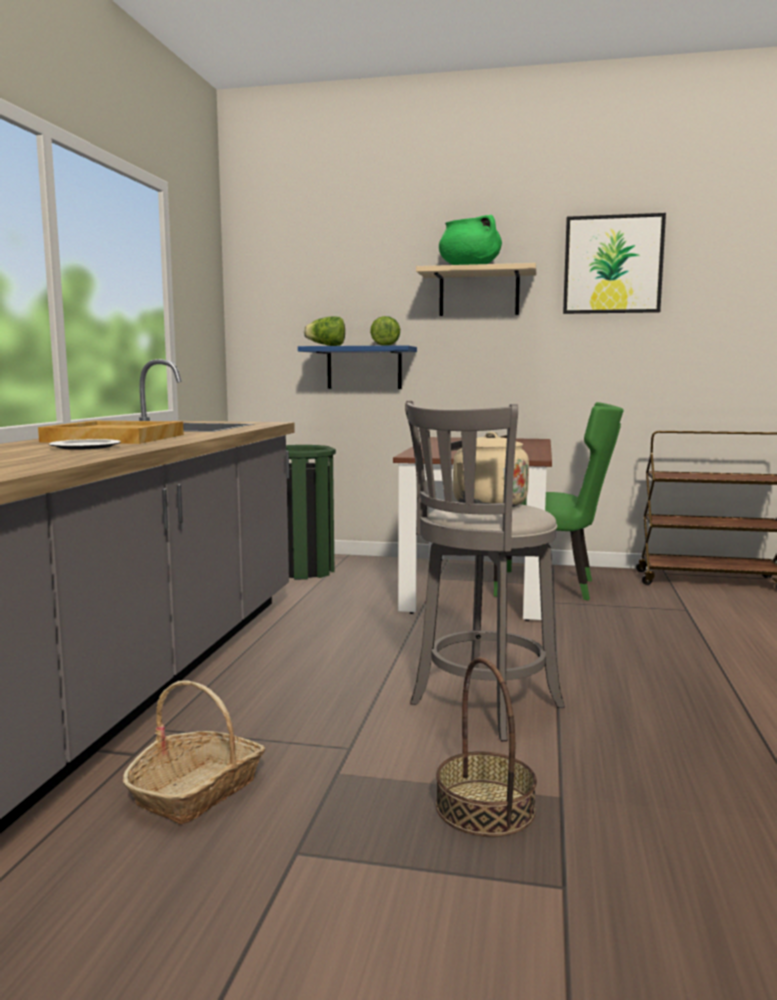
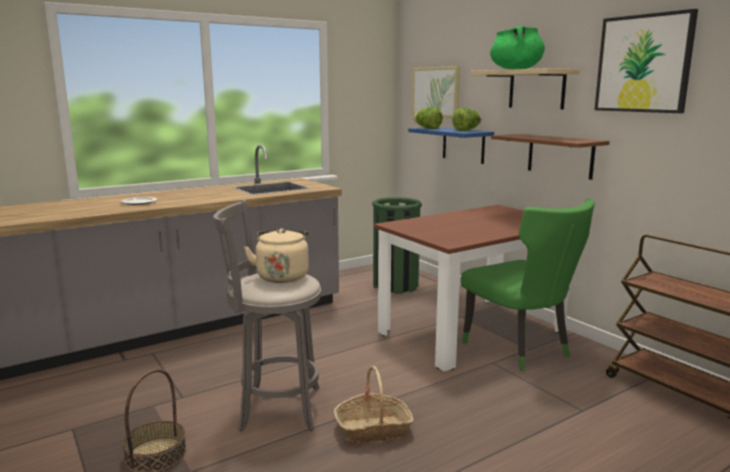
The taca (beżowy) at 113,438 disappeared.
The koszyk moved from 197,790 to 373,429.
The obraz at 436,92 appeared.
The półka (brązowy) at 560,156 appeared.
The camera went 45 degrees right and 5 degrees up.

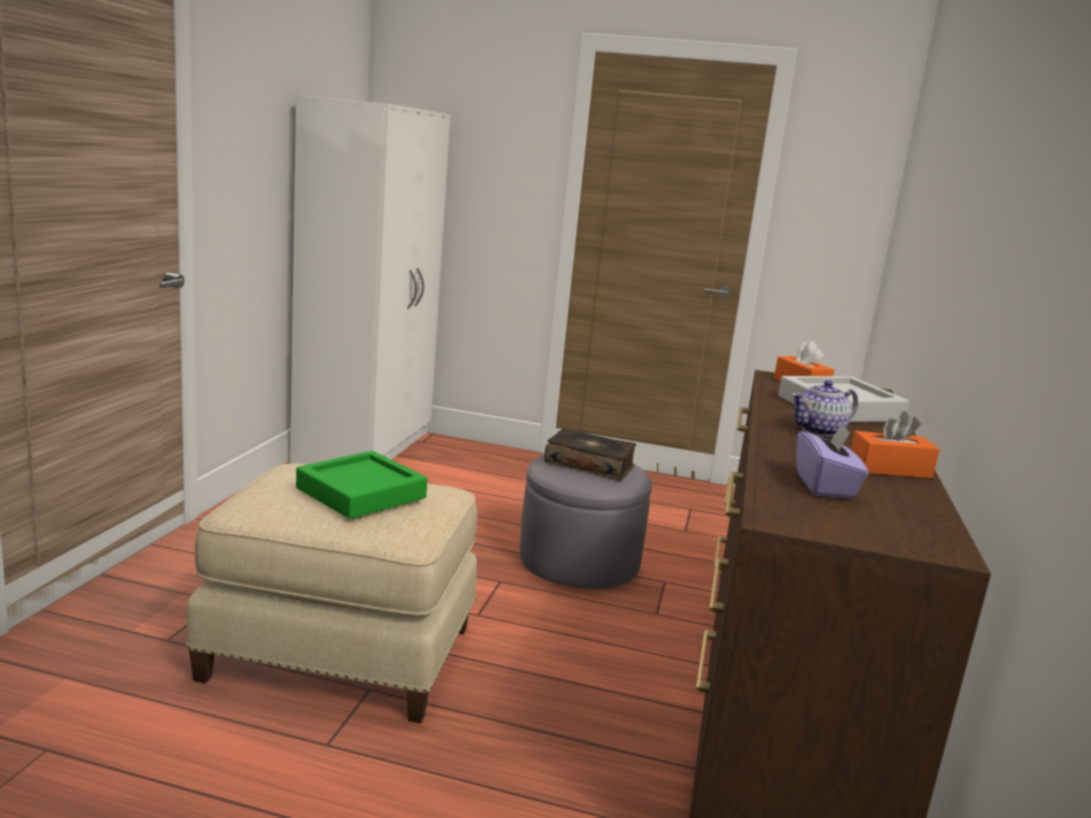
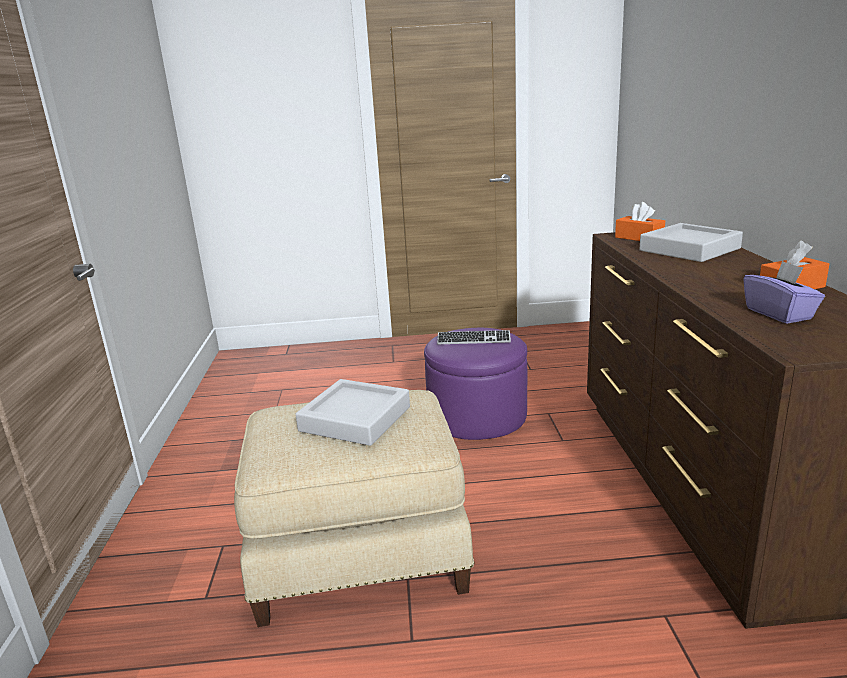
The szafa (biały) at 366,448 disappeared.
The imbryk at 820,431 disappeared.
The książka at 589,465 was replaced by the klawiatura at 473,339.
The taca (zielony) at 361,493 became the taca (szary) at 355,419.
The pufa (szary) at 579,560 became the pufa (fioletowy) at 477,415.
The camera went 15 degrees left and 5 degrees up.

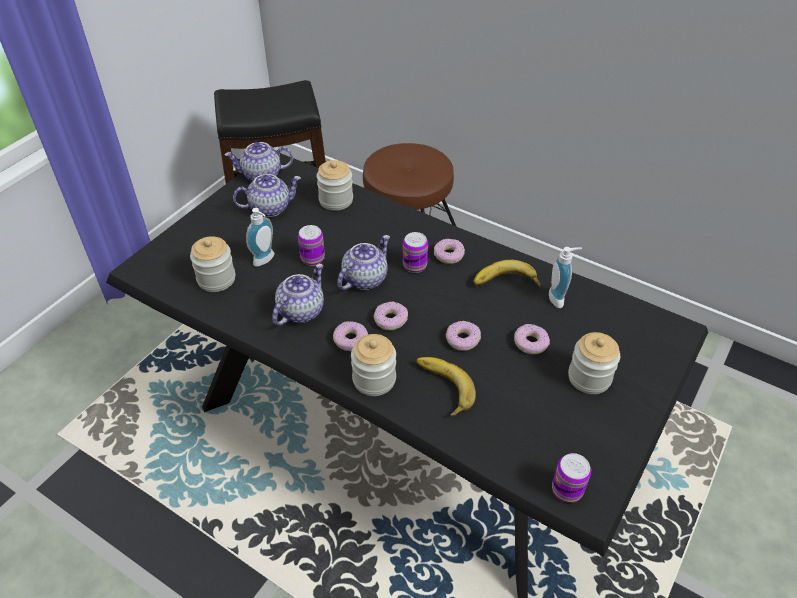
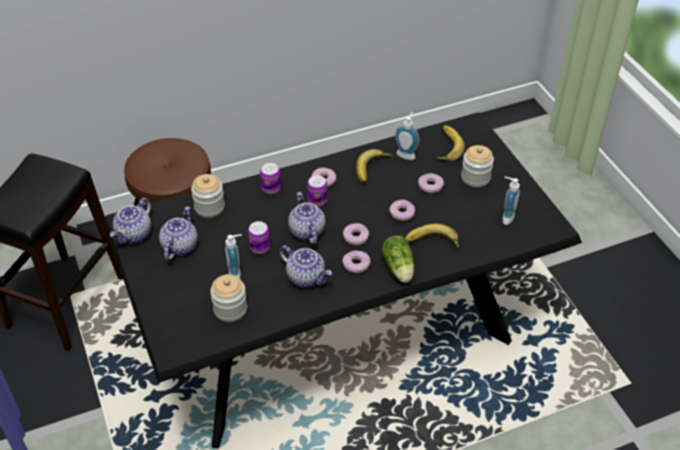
The imbryk at 300,311 turned 150 degrees clockwise.
The słoik at 374,379 was replaced by the sałata at 399,269.
The puszka moved from 567,490 to 271,189.
The banan at 446,146 appeared.
The dozownik mydła at 505,217 appeared.
The camera went 55 degrees left and 0 degrees up.

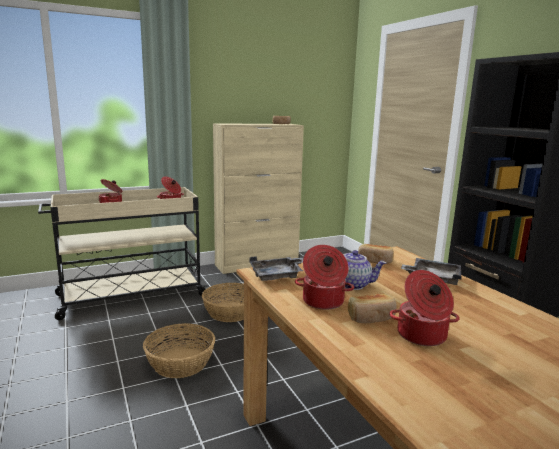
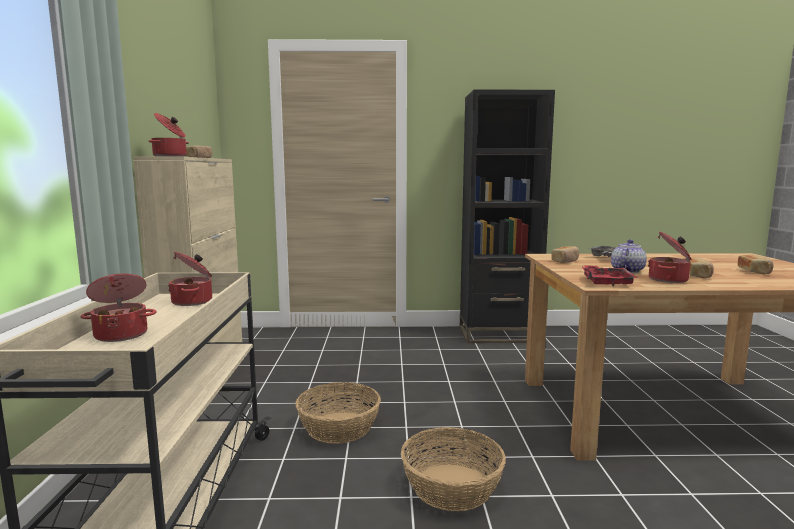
The taca (szary) at 277,276 became the taca (czerwony) at 606,282.
The garnek moved from 422,336 to 170,156.
The chleb at 755,271 appeared.
The camera went 65 degrees left and 5 degrees down.

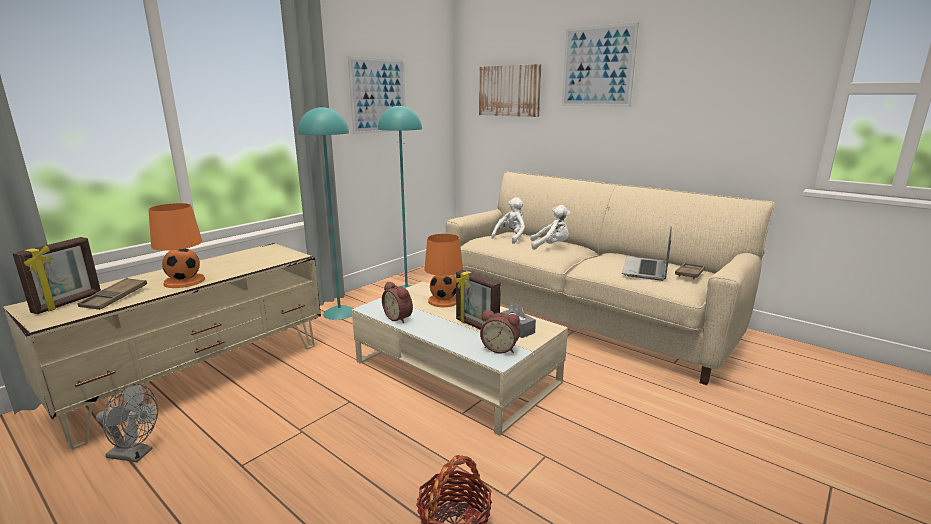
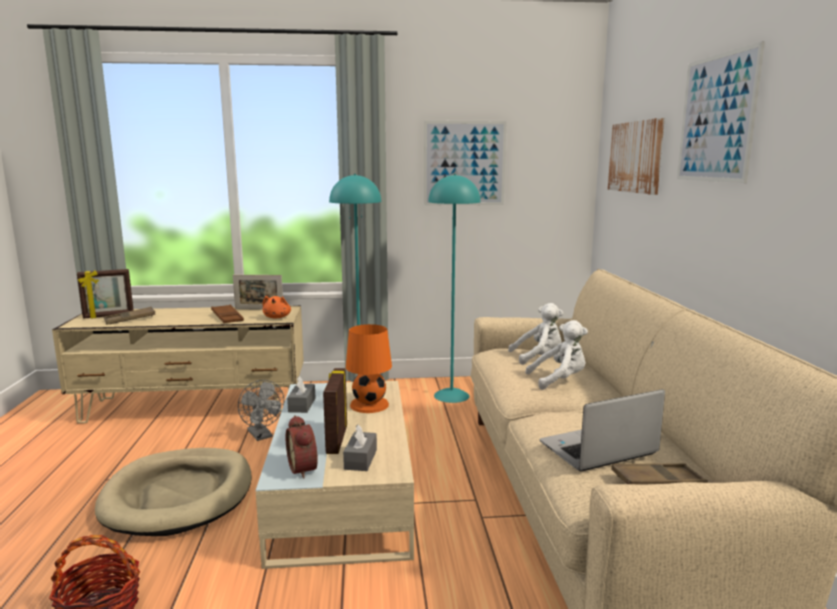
The lampa stołowa (pomarańczowy) at 184,281 disappeared.
The pluszak (biały) at 551,246 turned 60 degrees counterclockwise.
The budzik at 399,317 was replaced by the pudełko chusteczek (szary) at 302,405.
The wentylator (szary) moved from 136,454 to 262,436.
The ramka na zdjęcie at 259,309 appeared.
The pluszak (pomarańczowy) at 277,317 appeared.
The taca (brązowy) at 227,317 appeared.
The legowisko (beżowy) at 179,495 appeared.
The camera went 45 degrees right and 5 degrees down.

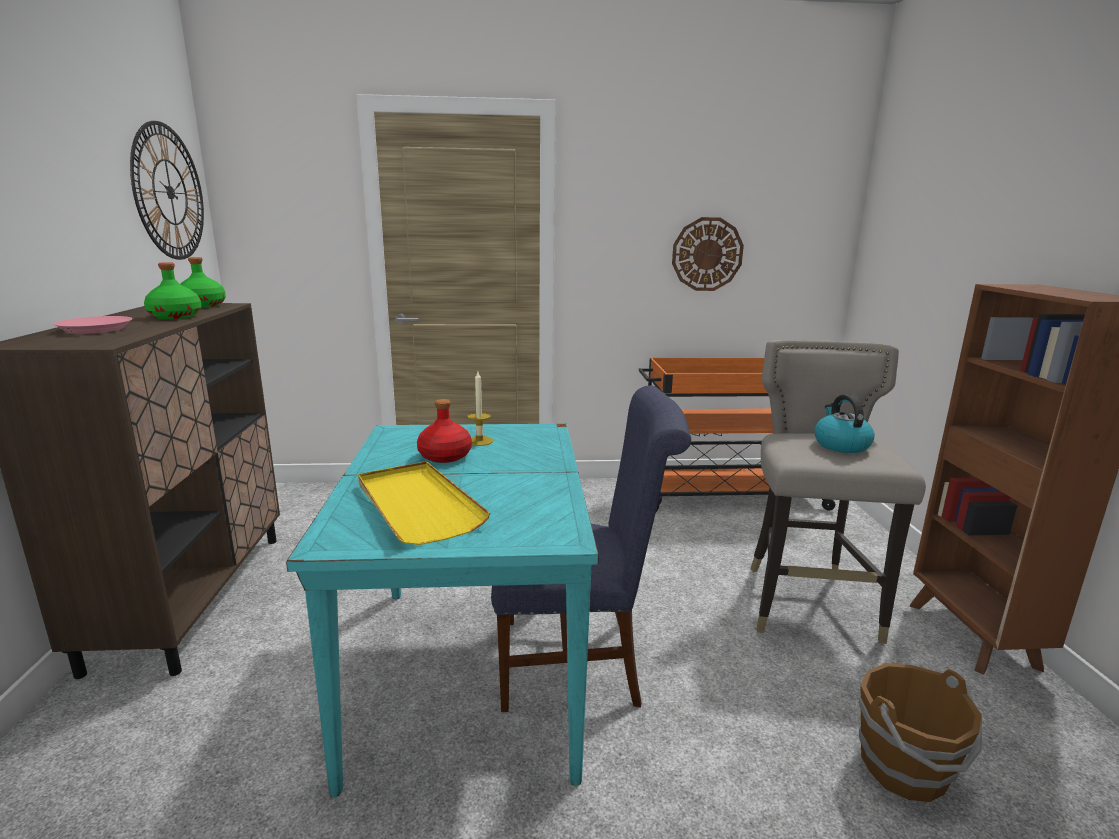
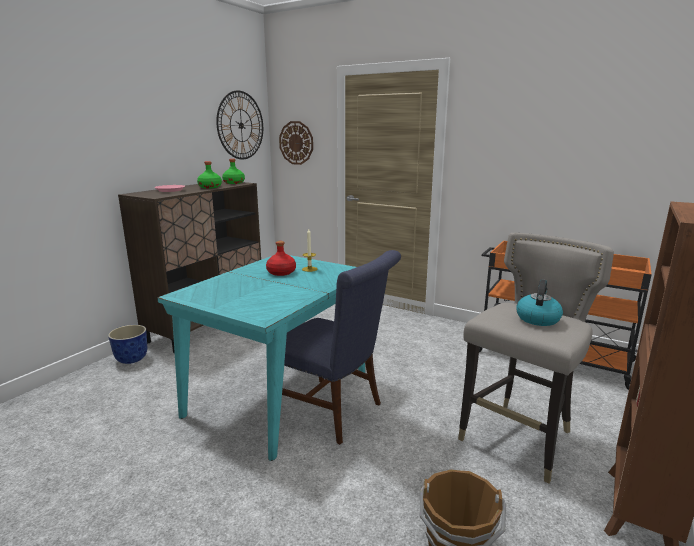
The zegar ścienny moved from 707,254 to 296,143.
The taca (żółty) at 417,505 disappeared.
The donica at 132,359 appeared.
The camera went 35 degrees right and 0 degrees up.

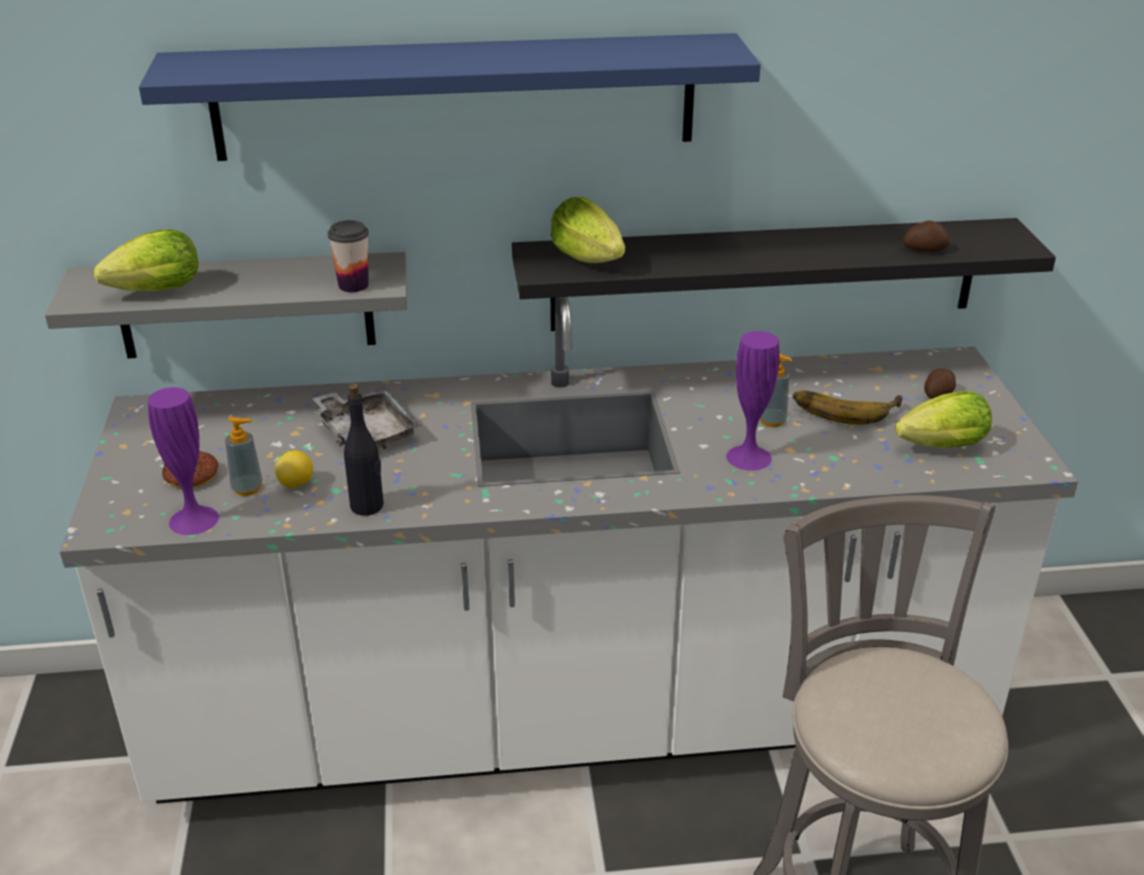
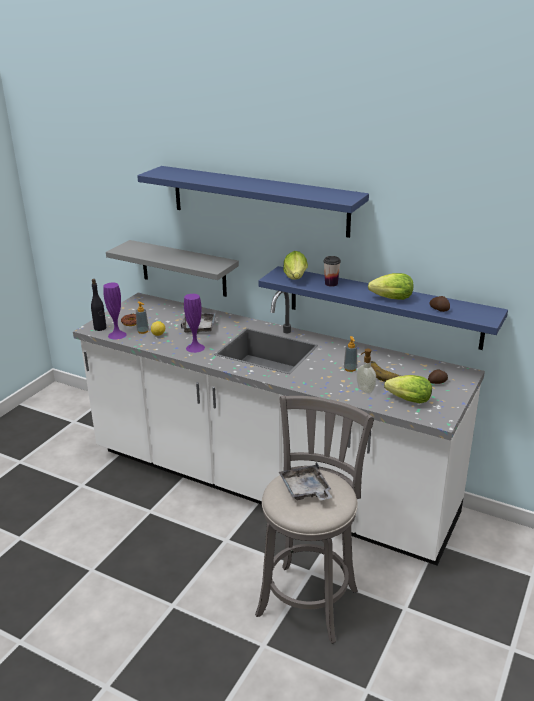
The półka (czarny) at 765,274 became the półka (niebieski) at 383,307.
The filiżanka moved from 353,285 to 331,284.
The sałata moved from 151,292 to 389,299.
The wazon (fioletowy) moved from 748,457 to 195,348.
The butelka (czarny) moved from 367,506 to 100,328.
The dozownik mydła at 364,390 appeared.
The taca (szary) at 305,490 appeared.
The camera went 35 degrees right and 5 degrees down.

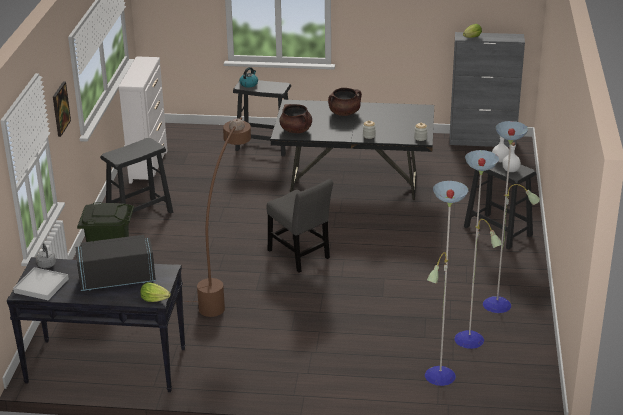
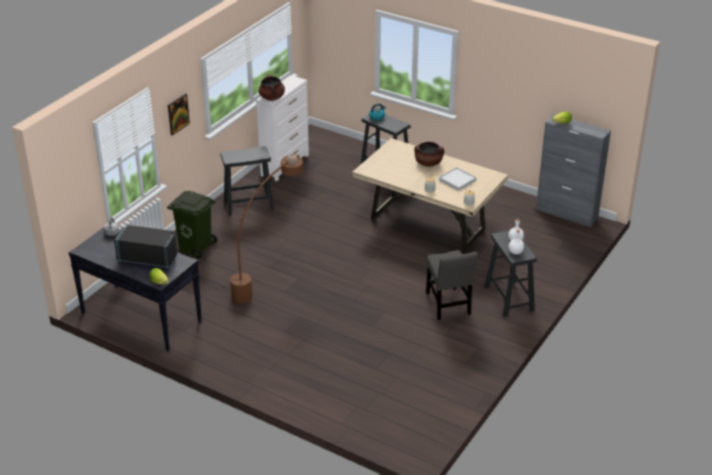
The stół jadalny (czarny) at 354,184 became the stół jadalny (beżowy) at 428,224.
The garnek (brązowy) moved from 296,130 to 272,98.
The lampa stojąca at 471,340 disappeared.
The krzesło (szary) moved from 300,256 to 448,305.
The taca (biały) moved from 41,286 to 457,180.
The camera went 25 degrees right and 5 degrees up.

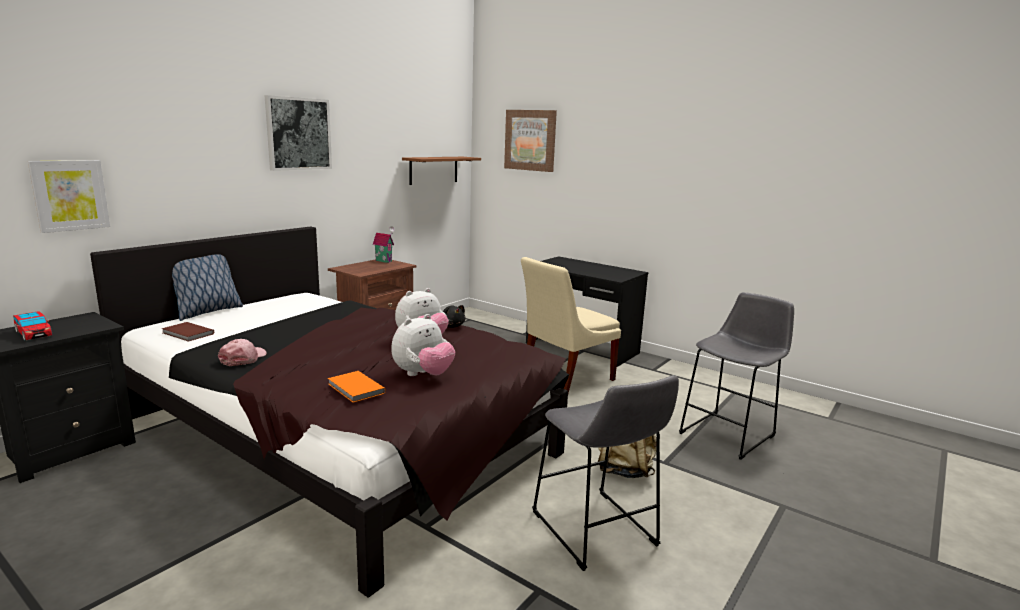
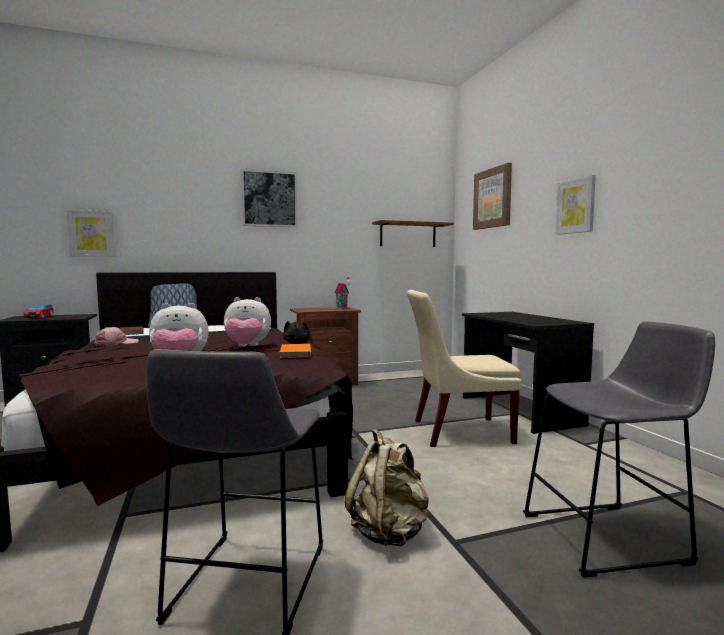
The książka (pomarańczowy) moved from 355,389 to 294,353.
The obraz at 575,206 appeared.
The camera went 35 degrees right and 10 degrees down.

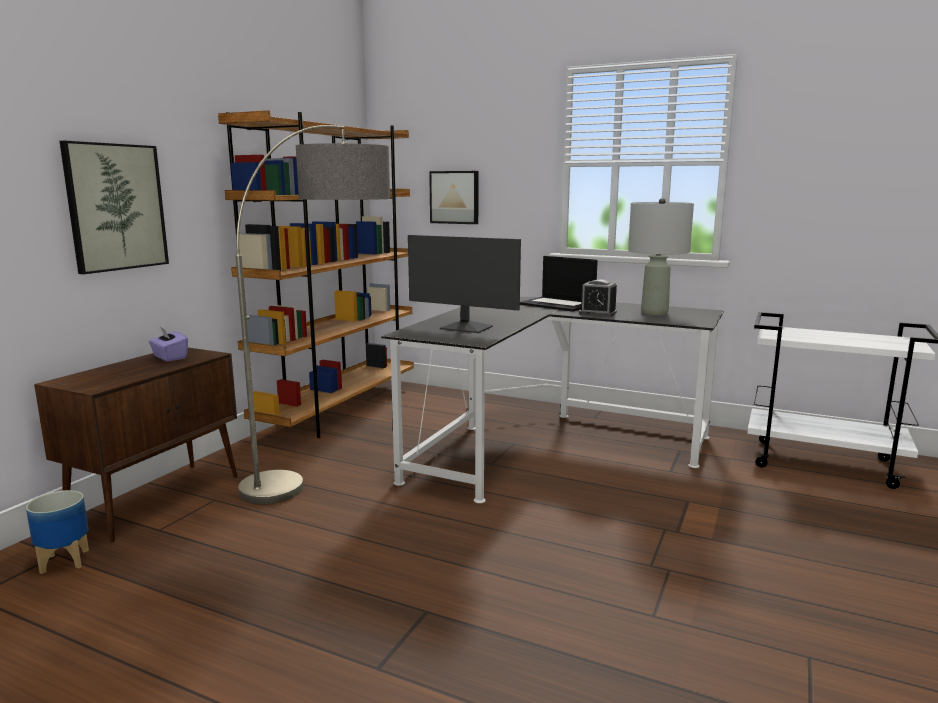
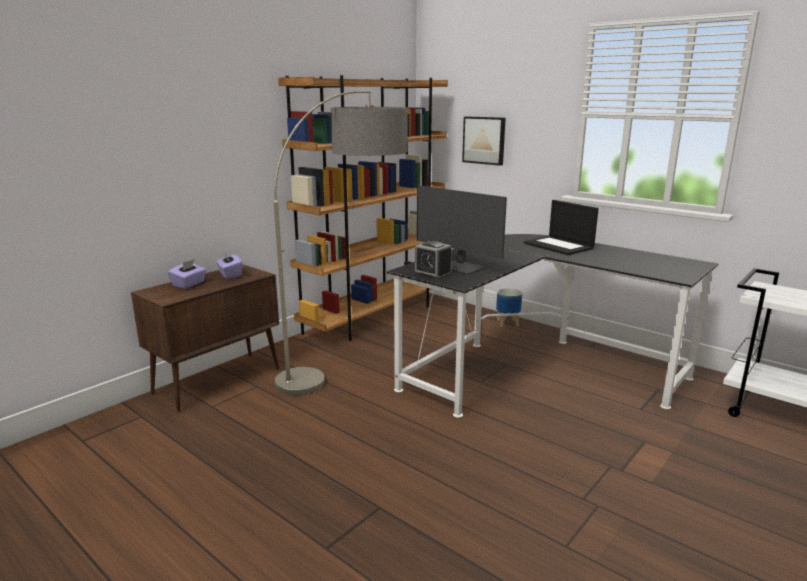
The obraz at 115,207 disappeared.
The lampa stołowa (szary) at 653,312 disappeared.
The budzik moved from 598,313 to 432,274.
The donica moved from 64,562 to 507,323.
The pudełko chusteczek (fioletowy) at 189,284 appeared.
The camera went 15 degrees right and 5 degrees up.

